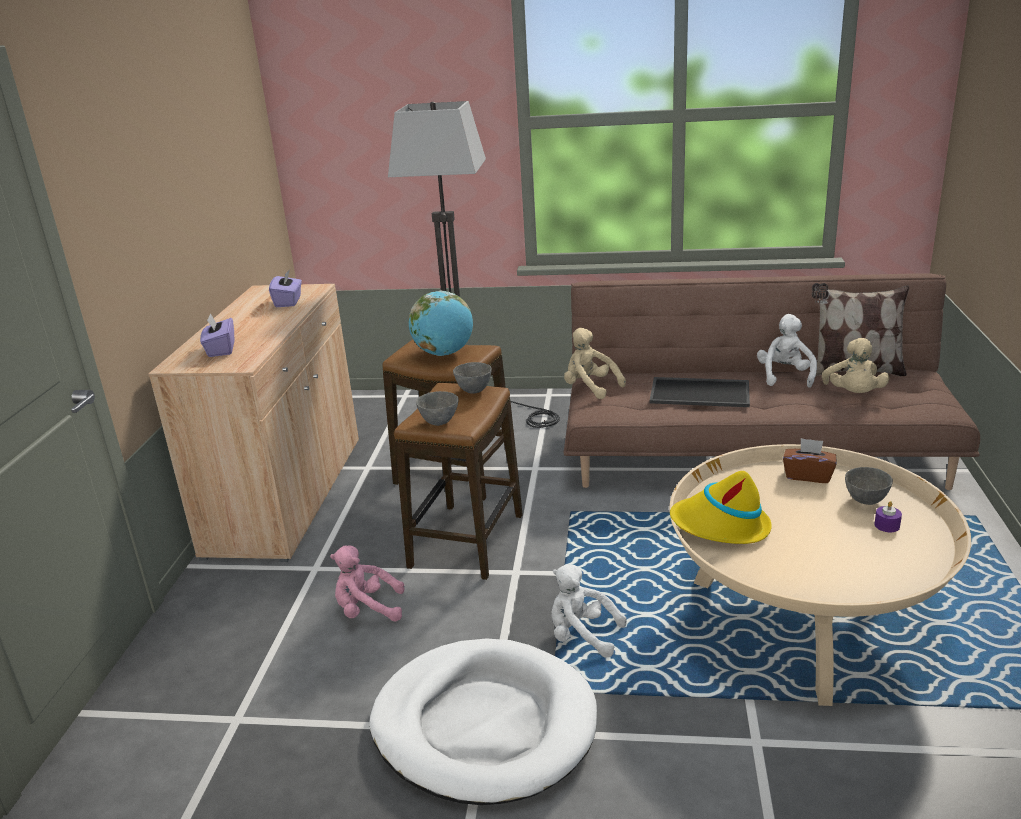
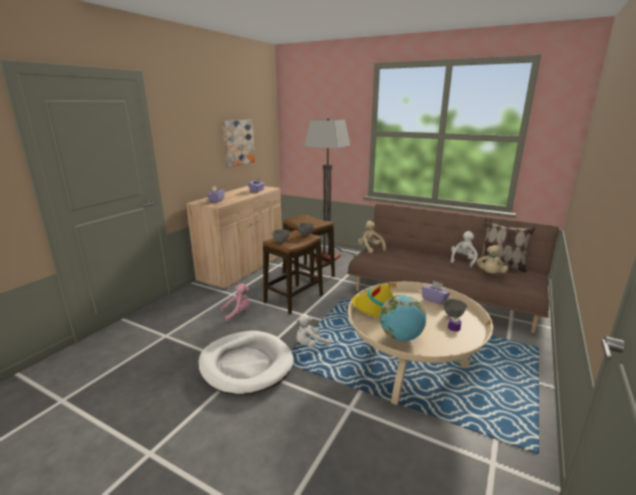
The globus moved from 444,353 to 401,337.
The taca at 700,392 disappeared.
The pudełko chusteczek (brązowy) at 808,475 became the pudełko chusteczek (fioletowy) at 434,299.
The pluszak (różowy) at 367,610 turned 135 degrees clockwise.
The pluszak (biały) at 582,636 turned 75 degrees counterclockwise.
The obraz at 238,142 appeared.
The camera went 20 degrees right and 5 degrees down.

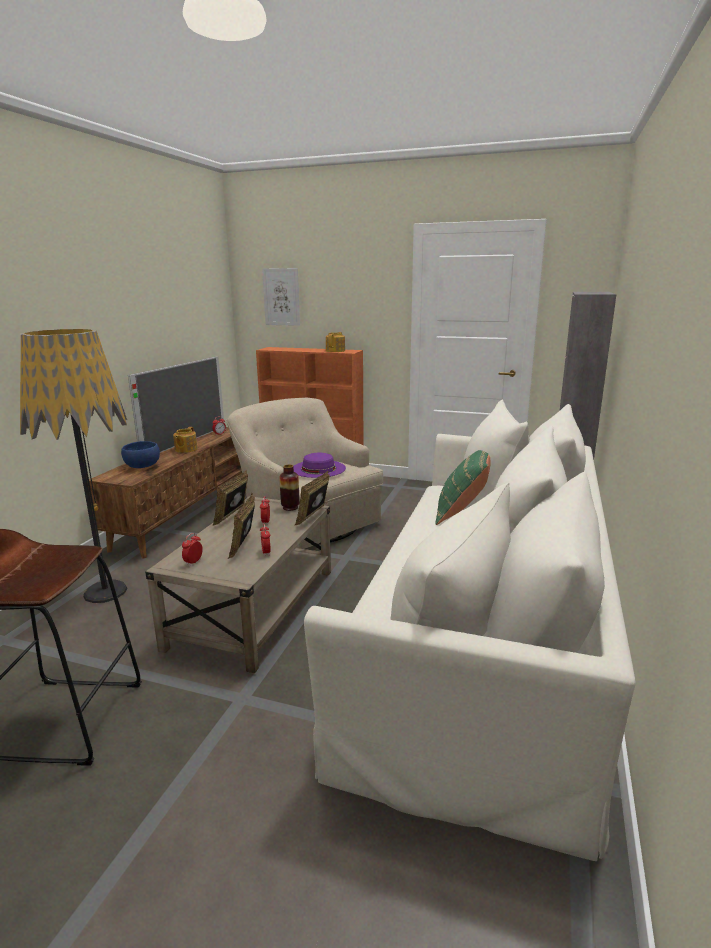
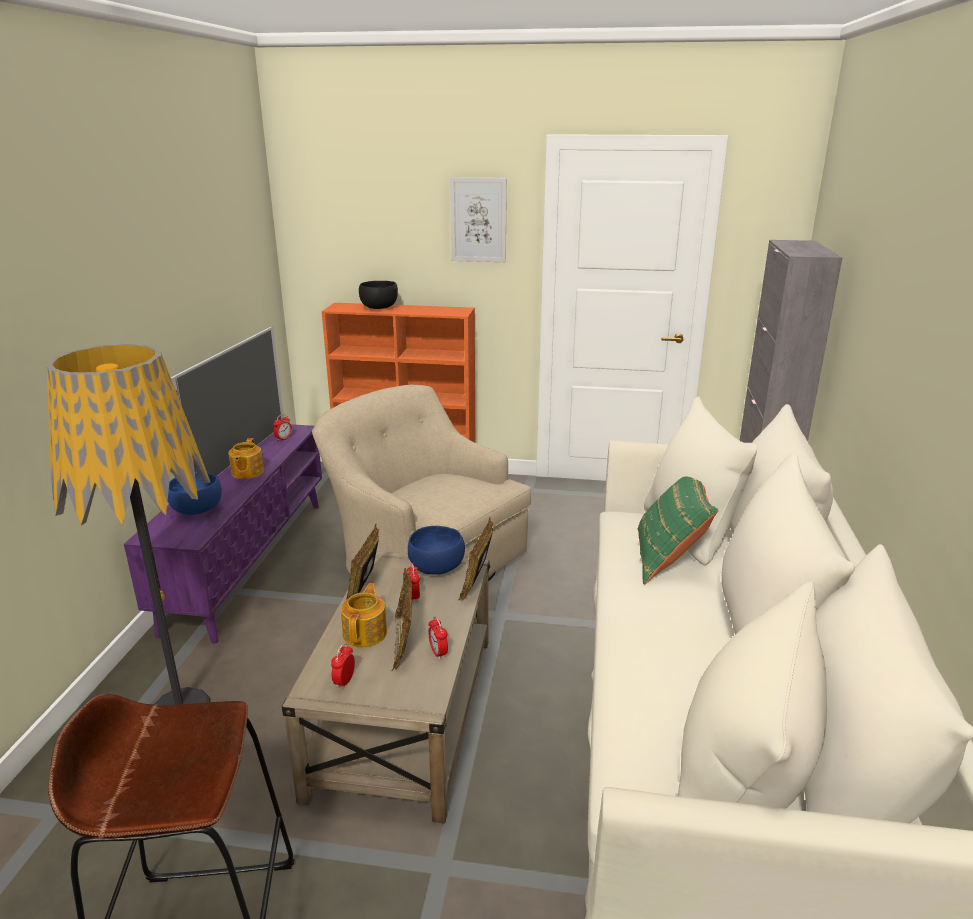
The obraz moved from 281,297 to 478,220.
The imbryk moved from 336,351 to 366,633.
The szafka pod telewizor (brązowy) at 185,515 became the szafka pod telewizor (fioletowy) at 248,562.
The kapelusz (fioletowy) at 318,468 disappeared.
The wazon at 290,507 was replaced by the miska (niebieski) at 437,567.
The miska (czarny) at 379,308 appeared.
The camera went 10 degrees left and 5 degrees up.

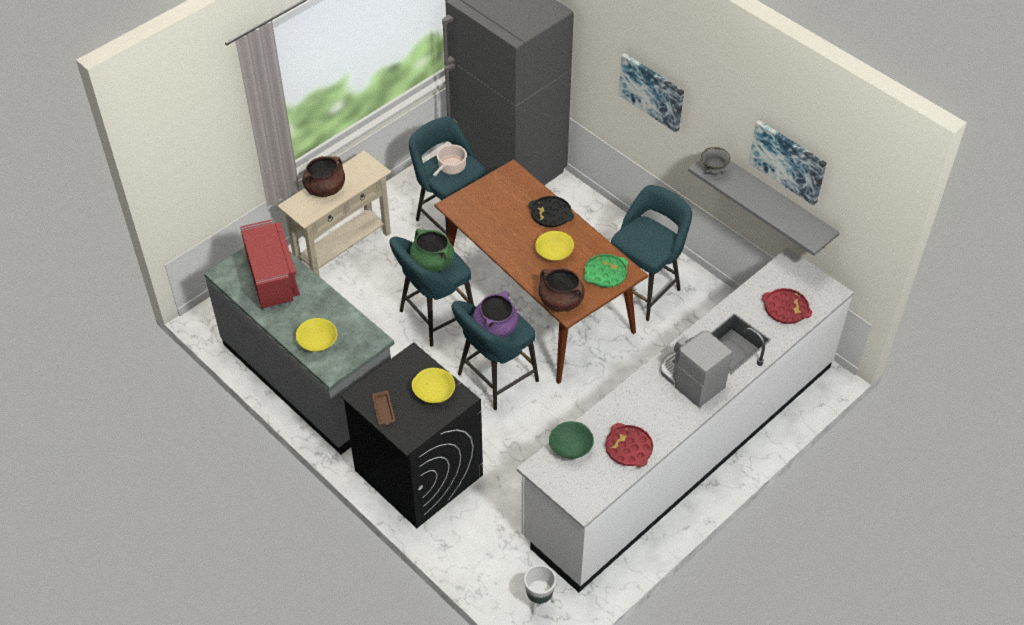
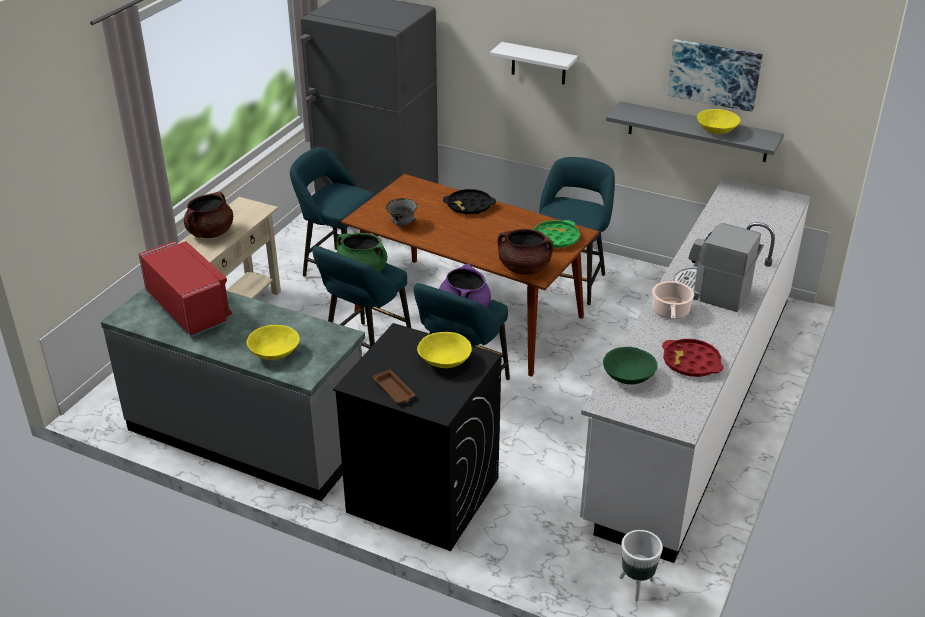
The obraz at 652,91 was replaced by the półka (biały) at 538,63.
The garnek moved from 451,168 to 670,312.
The miska (szary) moved from 713,171 to 402,224.
The miska (żółty) moved from 554,253 to 716,131.
The taca (czerwony) at 785,309 disappeared.
The camera went 20 degrees left and 15 degrees down.

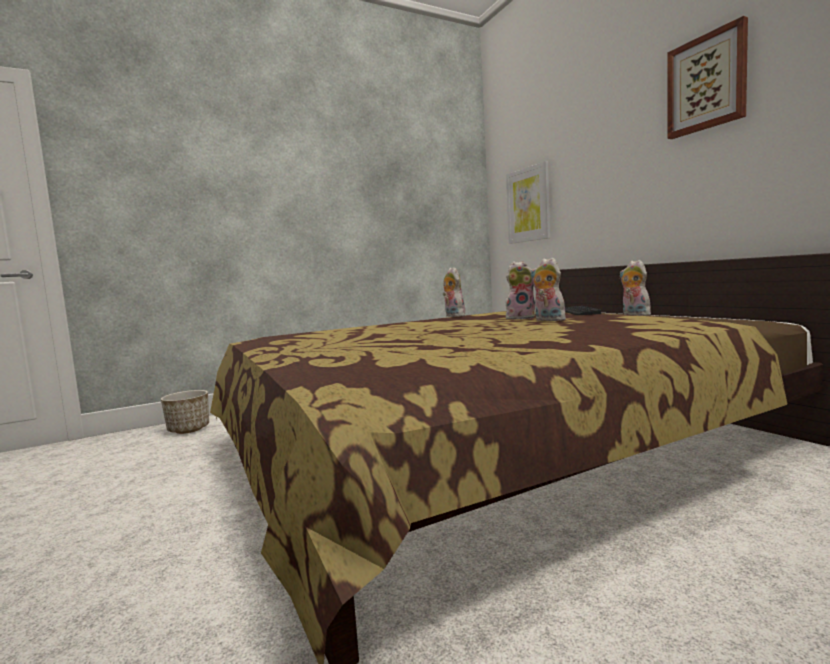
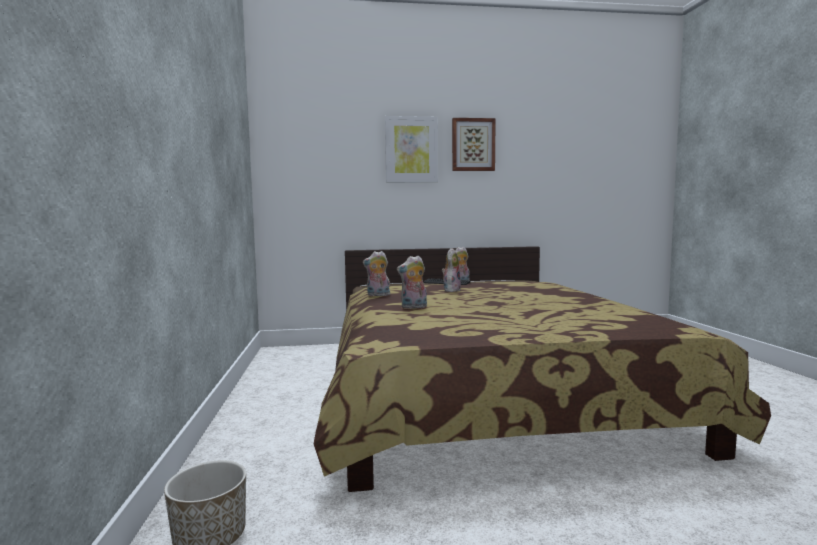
The obraz moved from 528,205 to 411,149.
The pluszak moved from 547,320 to 413,307.
The camera went 70 degrees left and 0 degrees up.

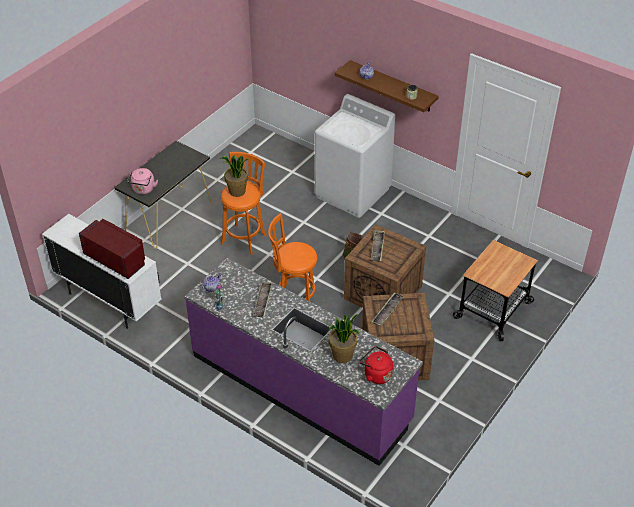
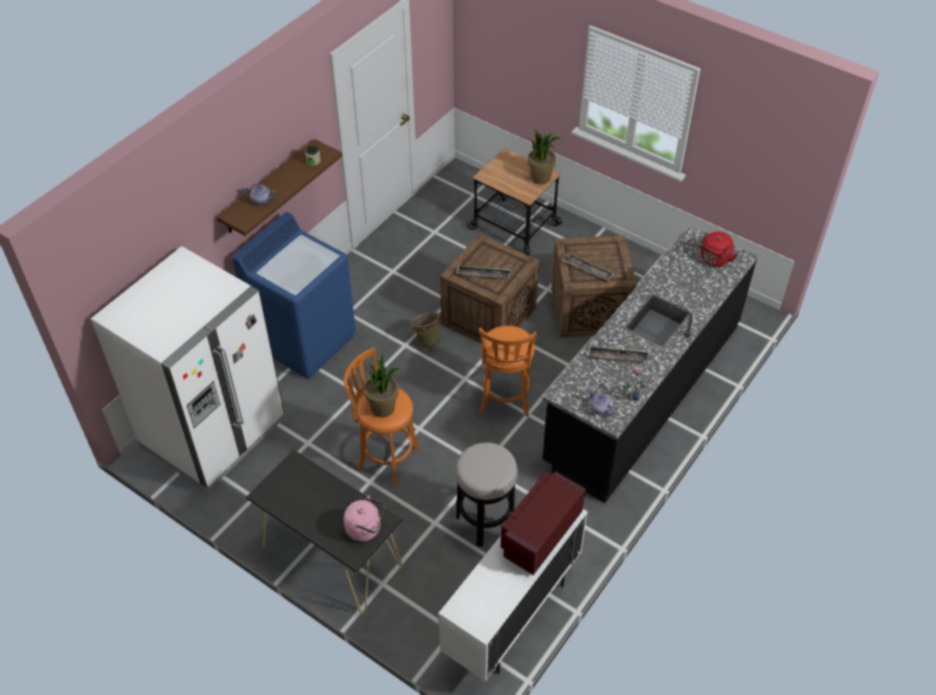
The pralka (biały) at 353,193 became the pralka (niebieski) at 304,340.
The zabudowa kuchenna (fioletowy) at 301,387 became the zabudowa kuchenna (czarny) at 642,392.
The roślina doniczkowa moved from 342,356 to 541,178.
The lodówka (biały) at 214,433 appeared.
The stołek at 485,521 appeared.
The camera went 90 degrees left and 5 degrees up.

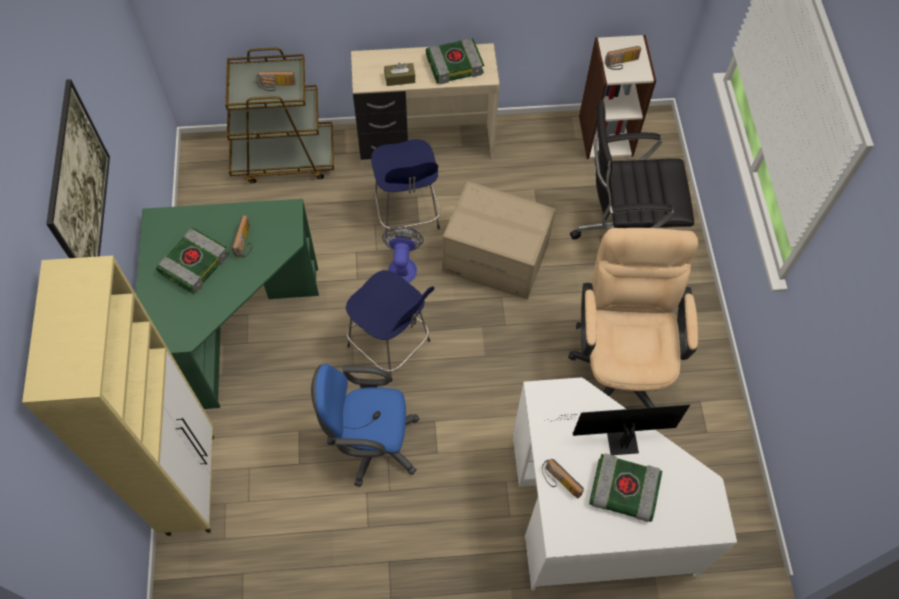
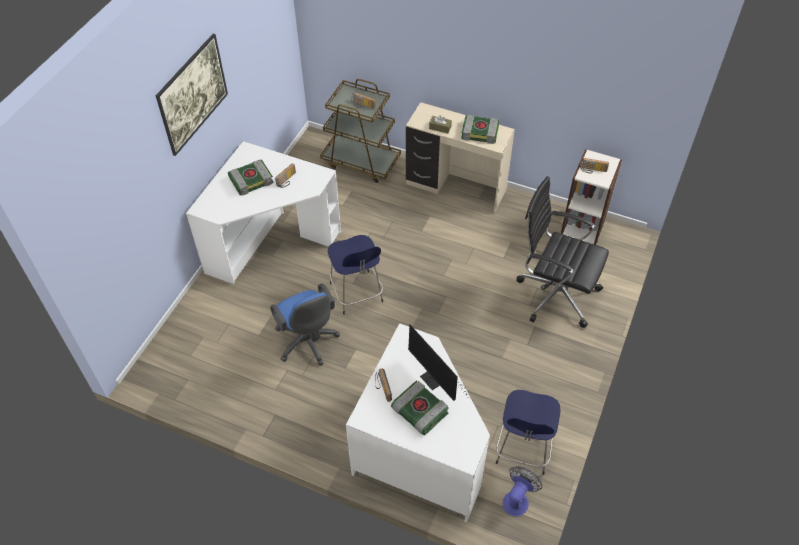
The stołek (niebieski) moved from 407,214 to 523,450.
The karton at 496,257 disappeared.
The biurko (zielony) at 234,328 became the biurko (biały) at 270,244.
The wentylator moved from 402,266 to 517,499.
The krzesło biurowe (beżowy) at 621,363 disappeared.
The szafka (beżowy) at 191,483 disappeared.
The krzesło biurowe (niebieski) at 370,443 turned 150 degrees counterclockwise.
The monitor at 616,440 turned 150 degrees counterclockwise.
The camera went 30 degrees right and 10 degrees down.

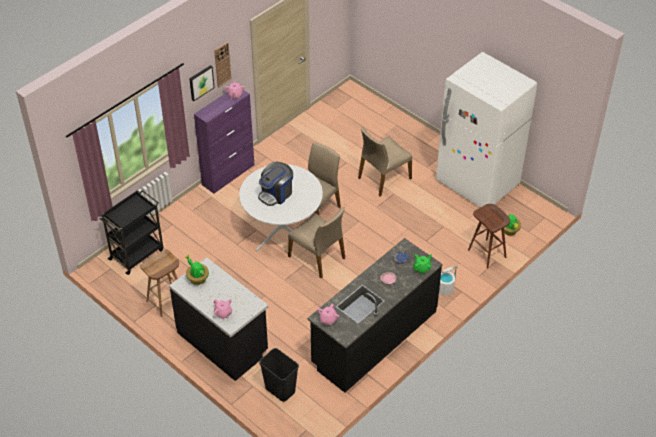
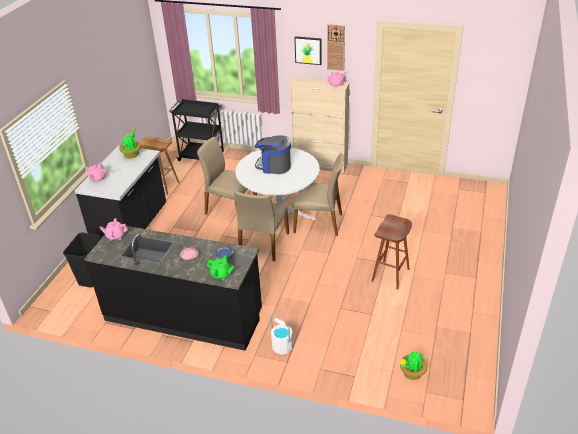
The lodówka (biały) at 477,184 disappeared.
The szafka (fioletowy) at 228,174 became the szafka (beżowy) at 320,165.
The krzesło (beżowy) moved from 383,178 to 230,209.
The stołek (brązowy) moved from 487,253 to 390,275.
The camera went 65 degrees right and 10 degrees down.

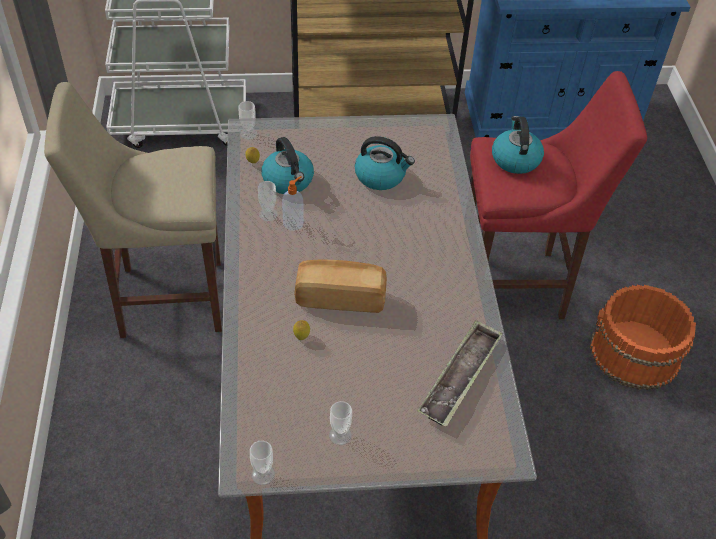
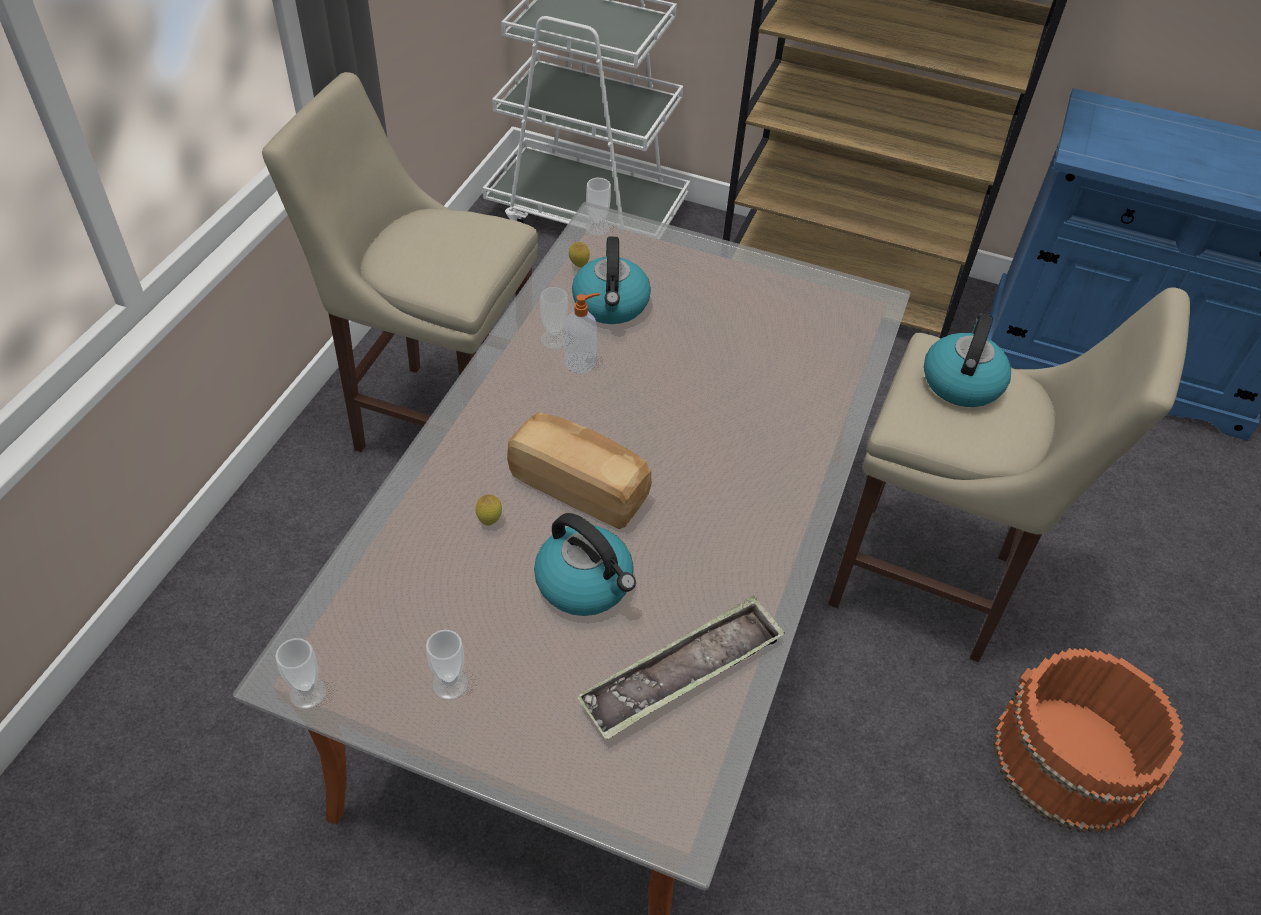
The stołek (czerwony) at 517,285 became the stołek (beżowy) at 930,584.
The czajnik moved from 381,176 to 585,583.
The camera went 25 degrees right and 0 degrees up.

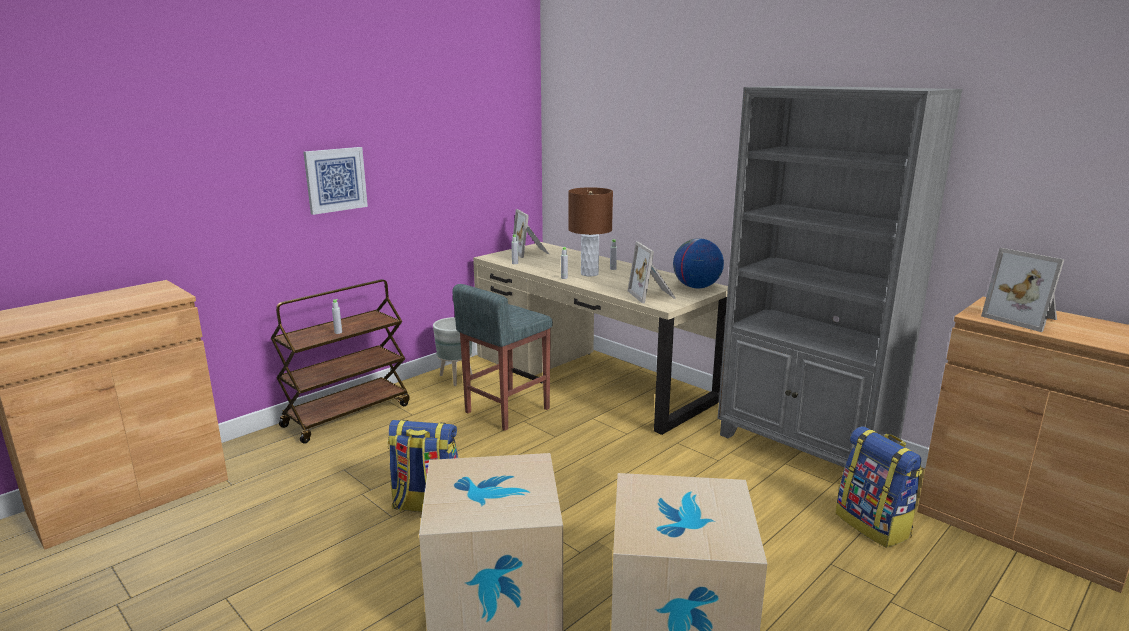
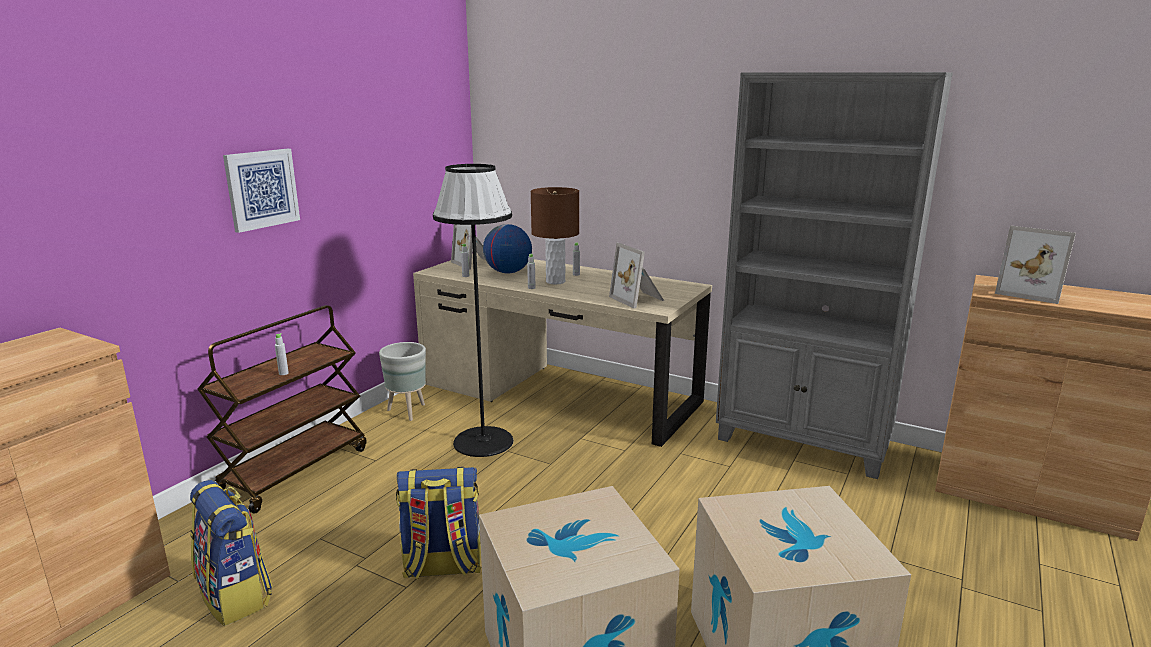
The globus moved from 696,287 to 508,272.
The stołek (szary) at 506,411 was replaced by the lampa stojąca (czarny) at 483,442.
The plecak moved from 873,525 to 236,596.
The camera went 15 degrees left and 0 degrees up.

